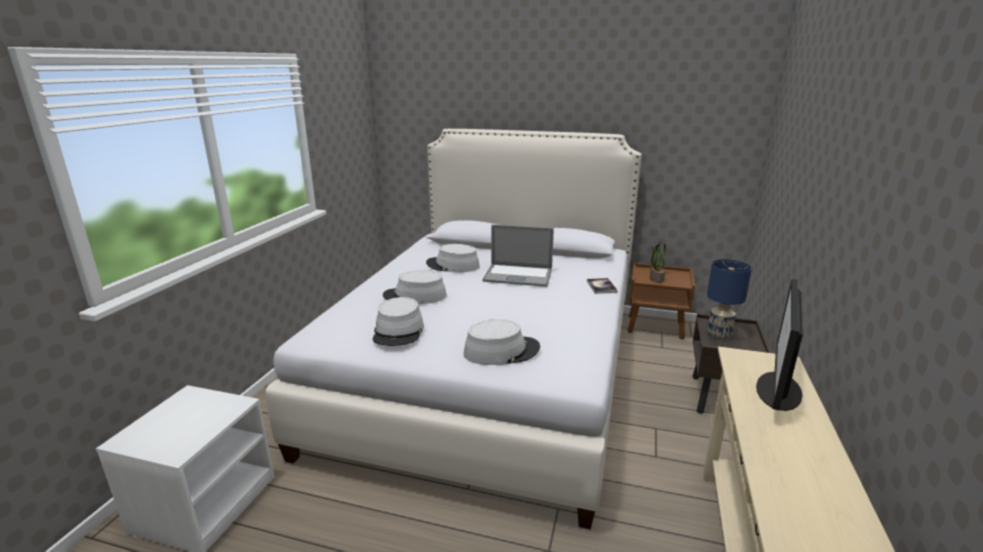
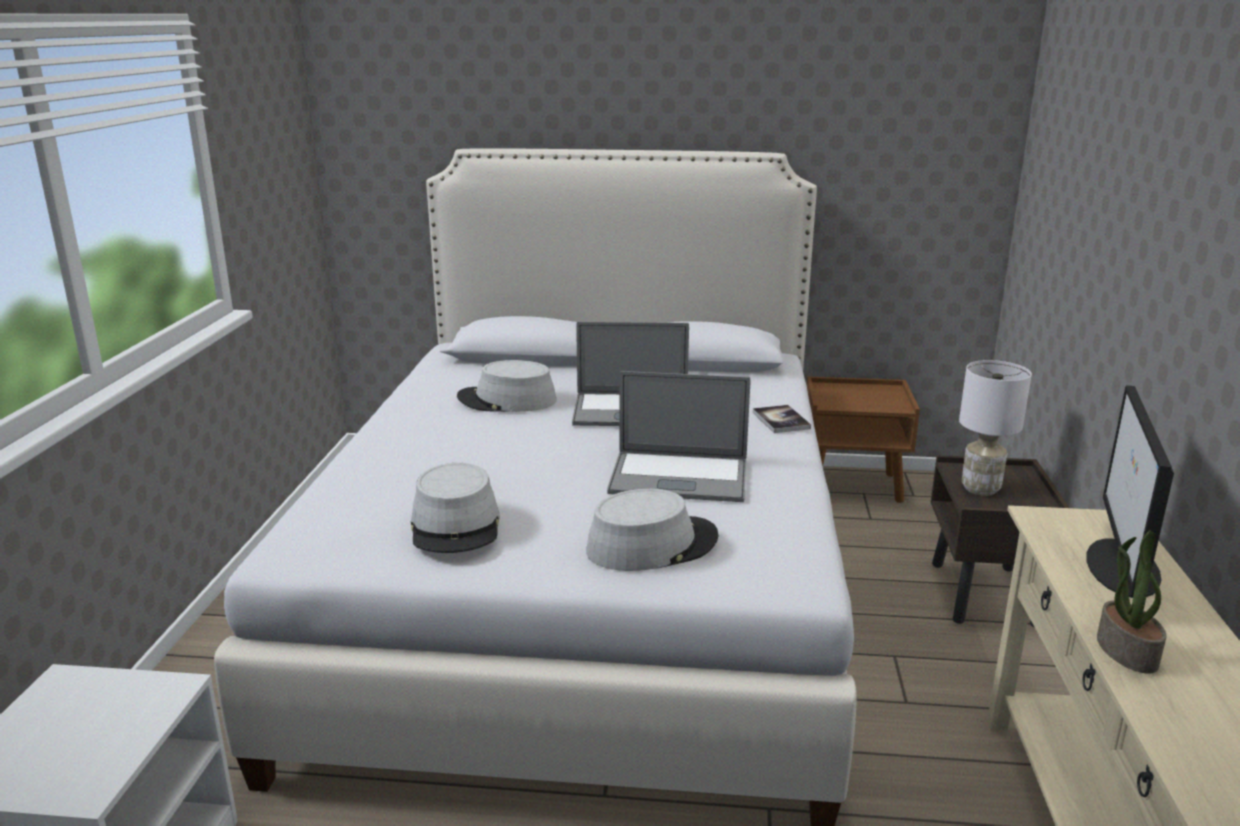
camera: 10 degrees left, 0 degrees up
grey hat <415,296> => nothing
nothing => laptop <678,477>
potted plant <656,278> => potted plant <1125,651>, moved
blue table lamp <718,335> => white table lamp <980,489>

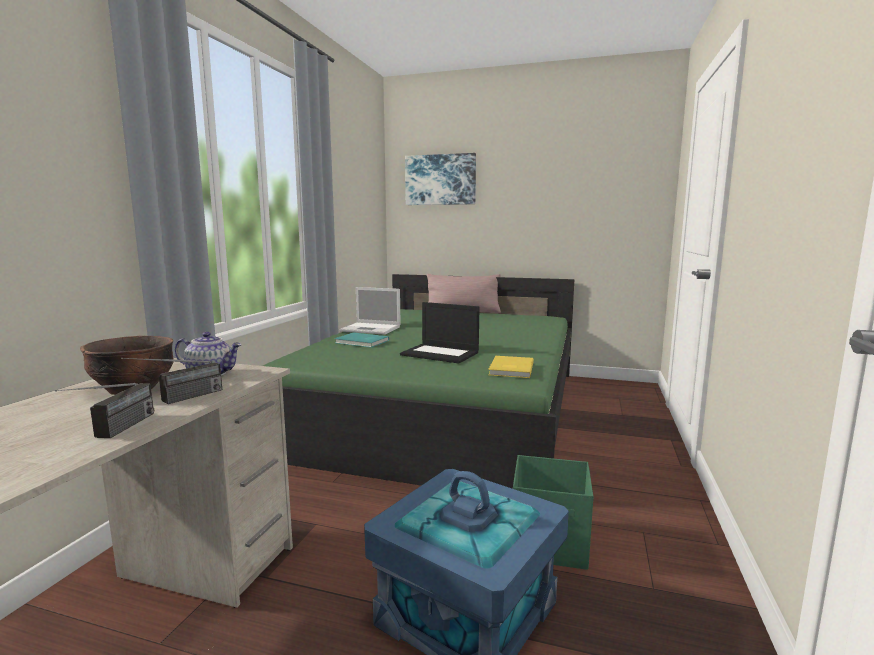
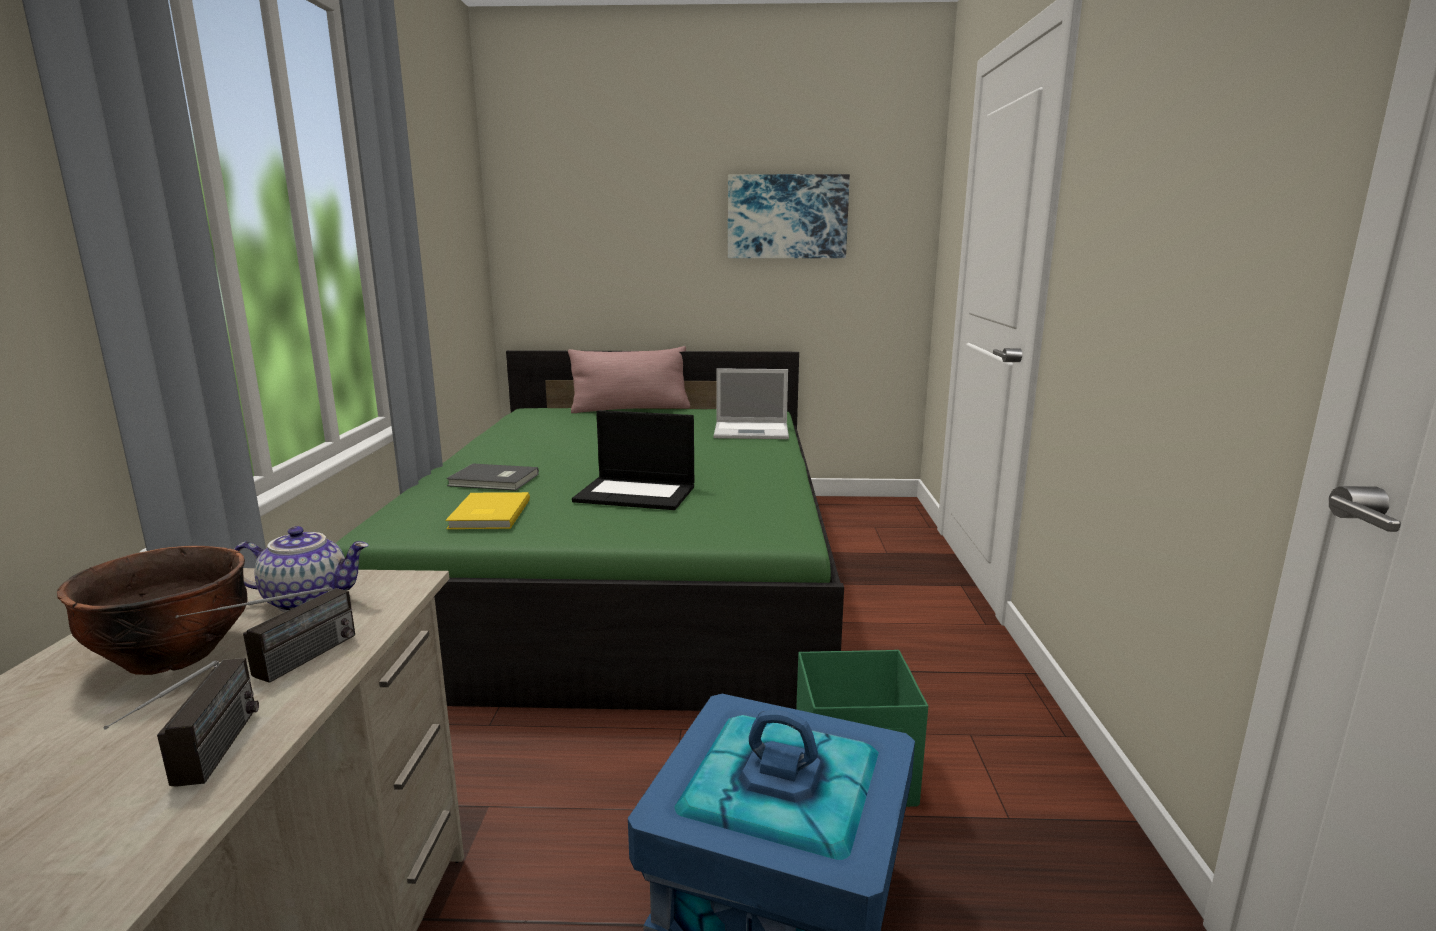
camera: 15 degrees left, 5 degrees up
laptop <371,329> => laptop <753,431>, moved
picture <440,180> => picture <787,217>, moved
yellow book <510,369> => yellow book <487,514>, moved
turquoise book <361,342> => grey book <494,480>

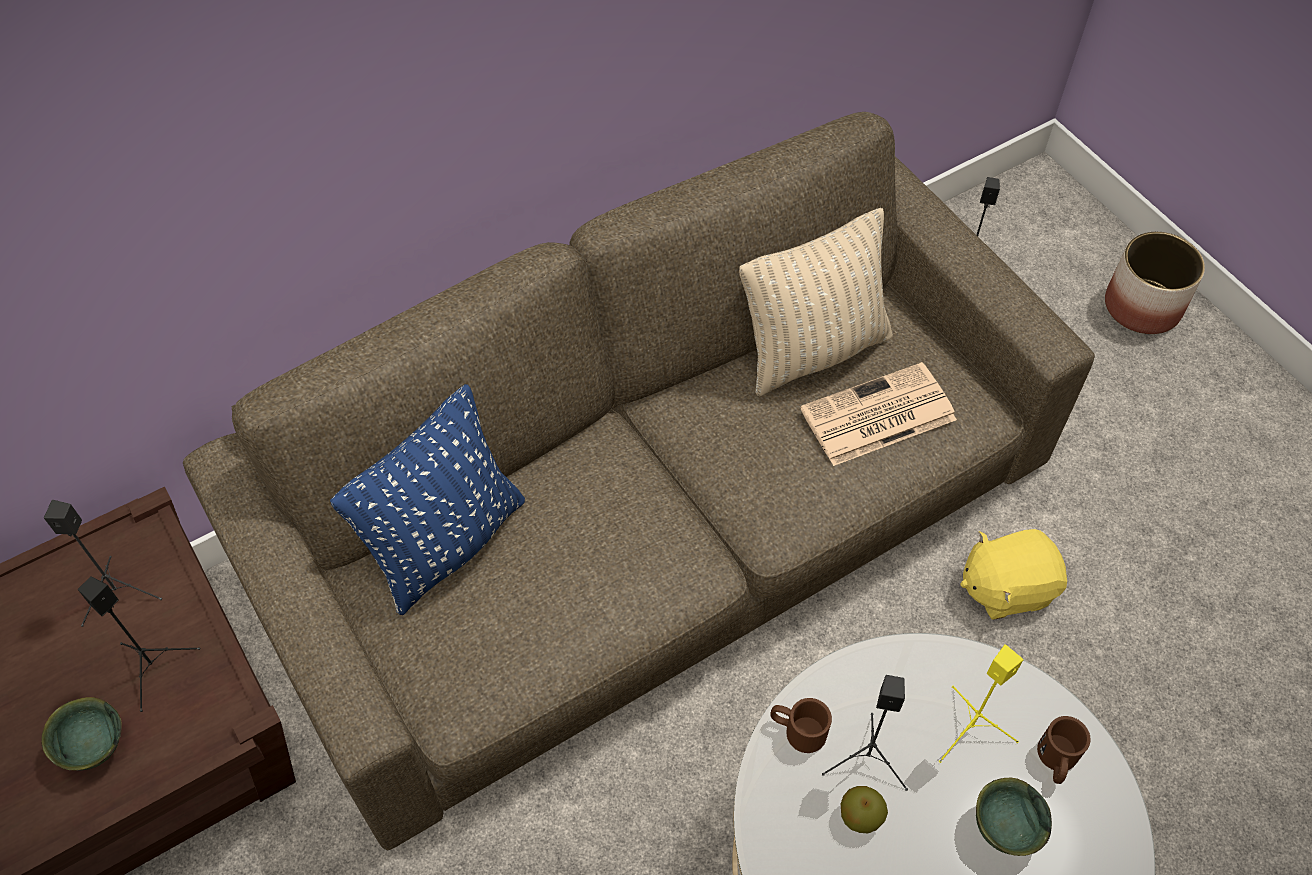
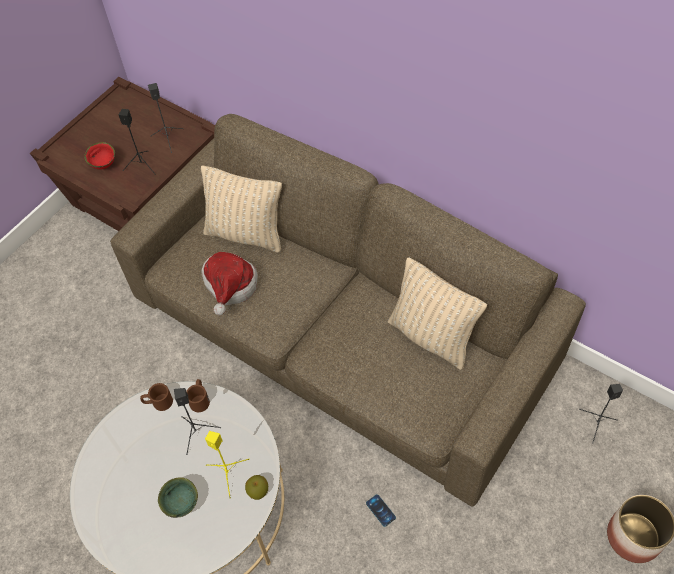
camera: 70 degrees right, 0 degrees up
newspaper <876,416> => nothing
nothing => hat <230,287>
apple <860,817> => apple <258,491>, moved
brown mug <1056,760> => brown mug <158,402>, moved
yellow plush toy <1006,587> => phone <380,510>
green bowl <94,746> => red bowl <104,164>
blue pillow <447,542> => beige pillow <246,234>

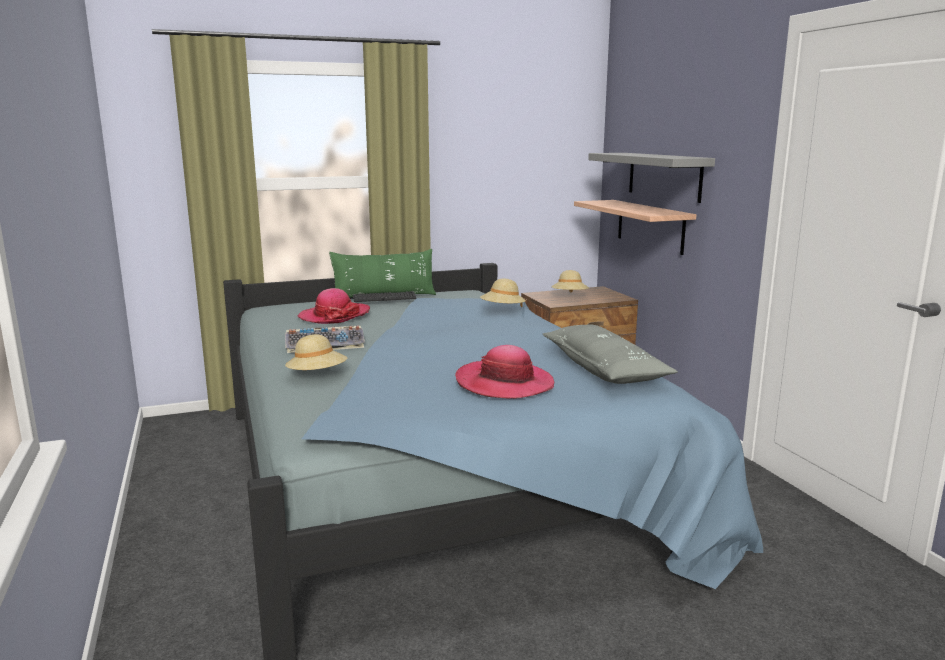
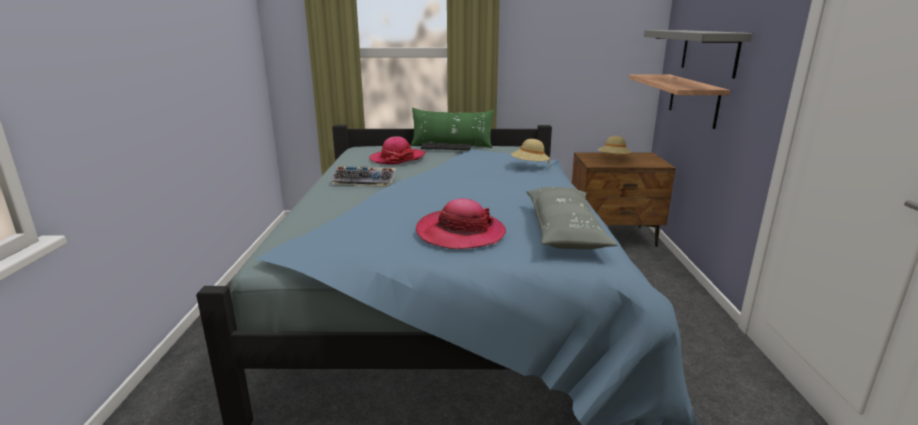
camera: 20 degrees right, 5 degrees up
beige hat <317,376> => nothing

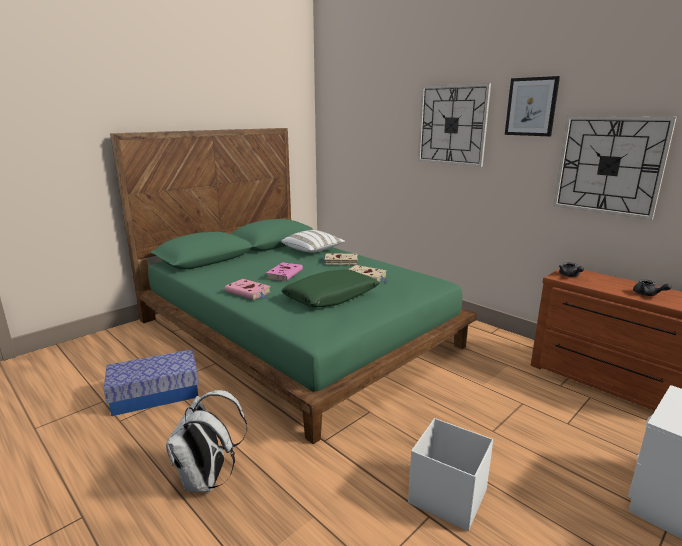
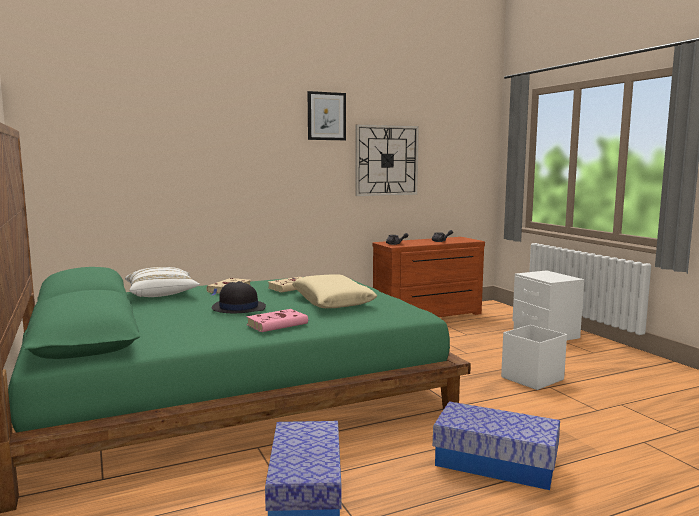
camera: 70 degrees left, 10 degrees down
wall clock <452,125> => nothing
white backpack <207,480> => storage box <495,463>
pink book <285,274> => black hat <238,308>
green pillow <331,297> => beige pillow <332,301>

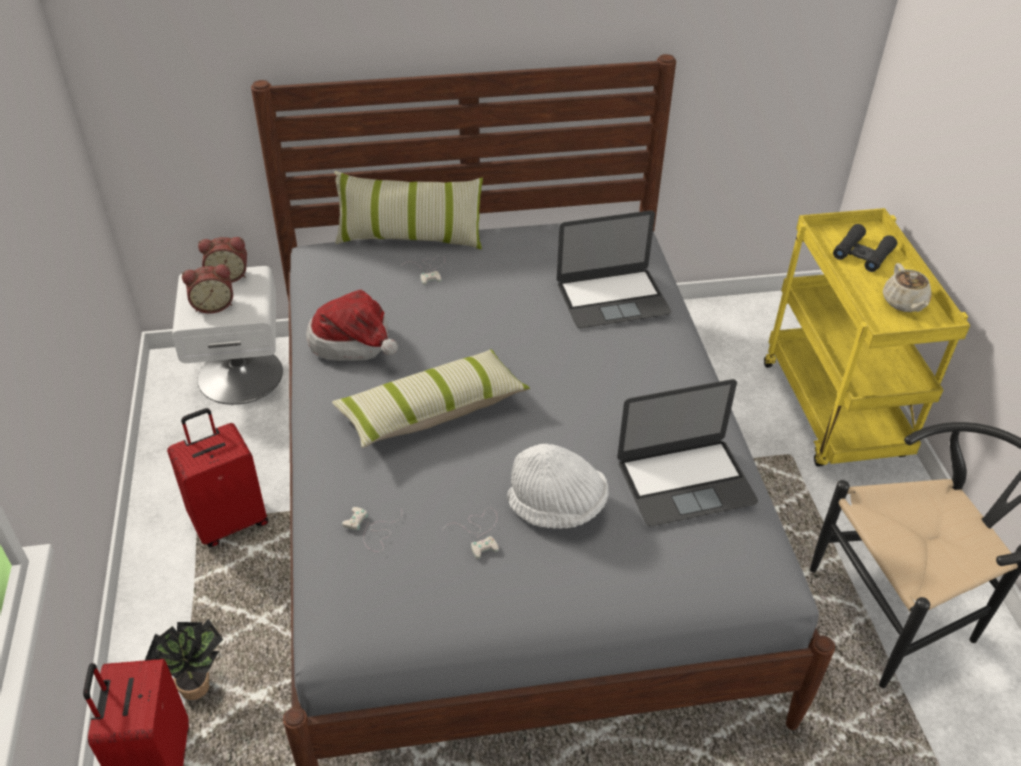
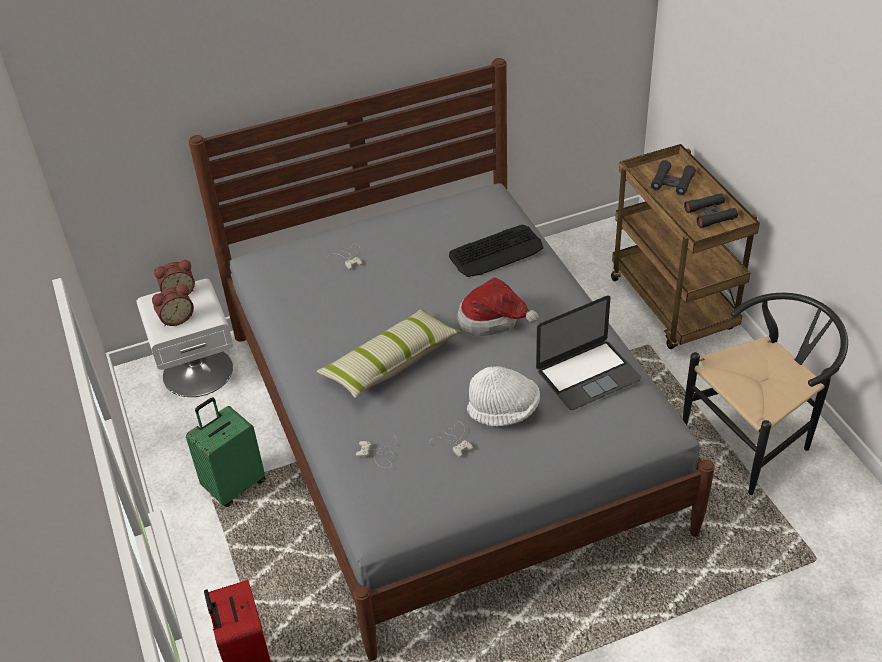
camera: 10 degrees left, 0 degrees up
potted plant <198,684> => nothing
pillow <410,237> => nothing
hat <355,344> => hat <493,320>, moved
laptop <612,298> => keyboard <496,252>
beige teapot <904,303> => black binoculars <710,214>
red suitcase <229,521> => green suitcase <234,485>
yellow cart <835,413> => brown cart <674,306>

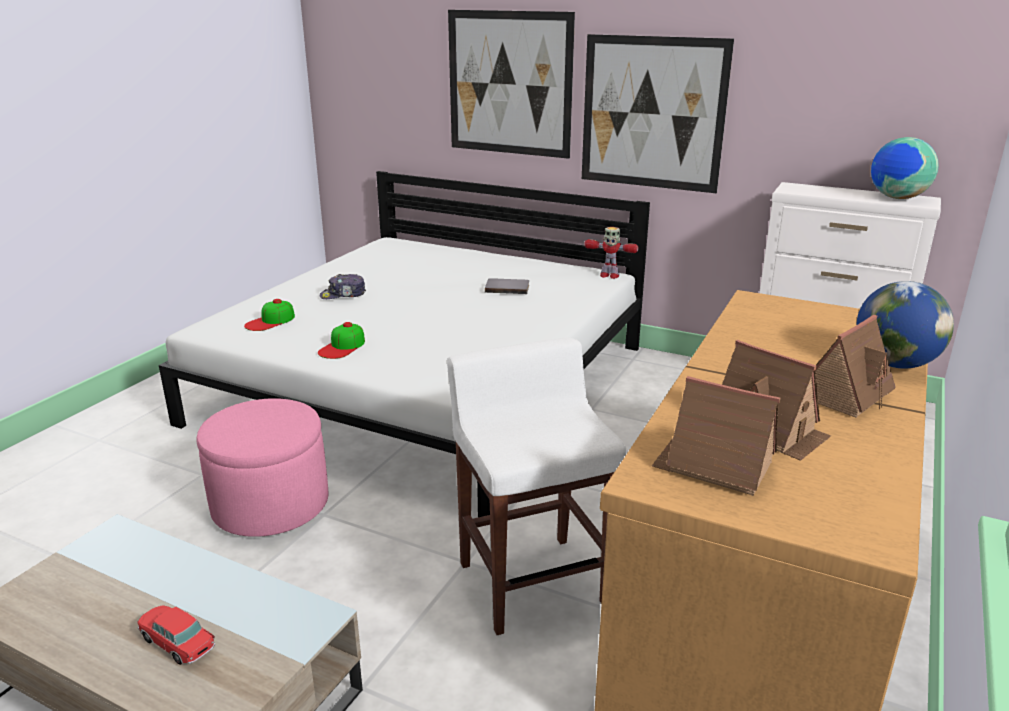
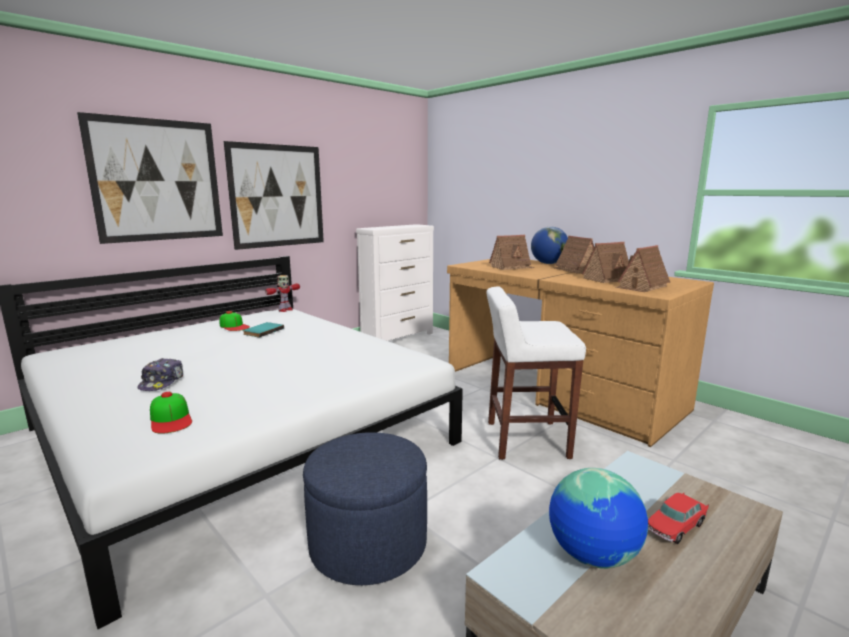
camera: 70 degrees left, 10 degrees down
nothing => toy house <511,267>
cap <342,347> => cap <234,326>, moved
globe <897,198> => globe <593,556>, moved
pink ottoman <270,504> => blue ottoman <368,543>
grey book <507,288> => turquoise book <262,331>

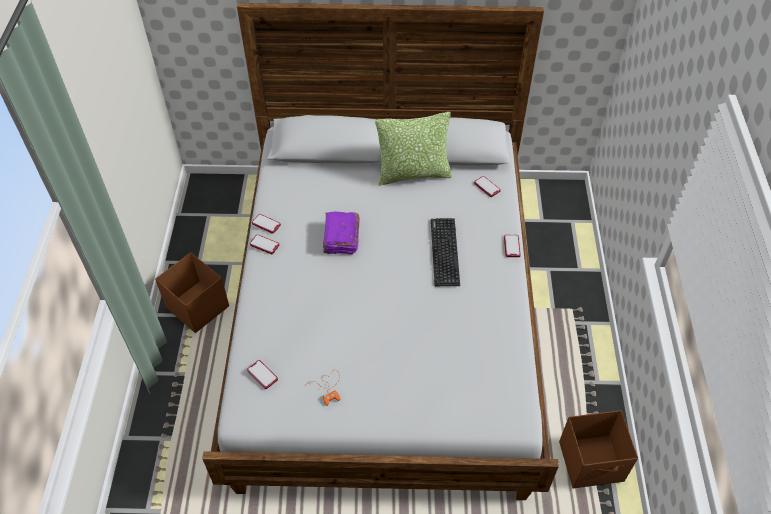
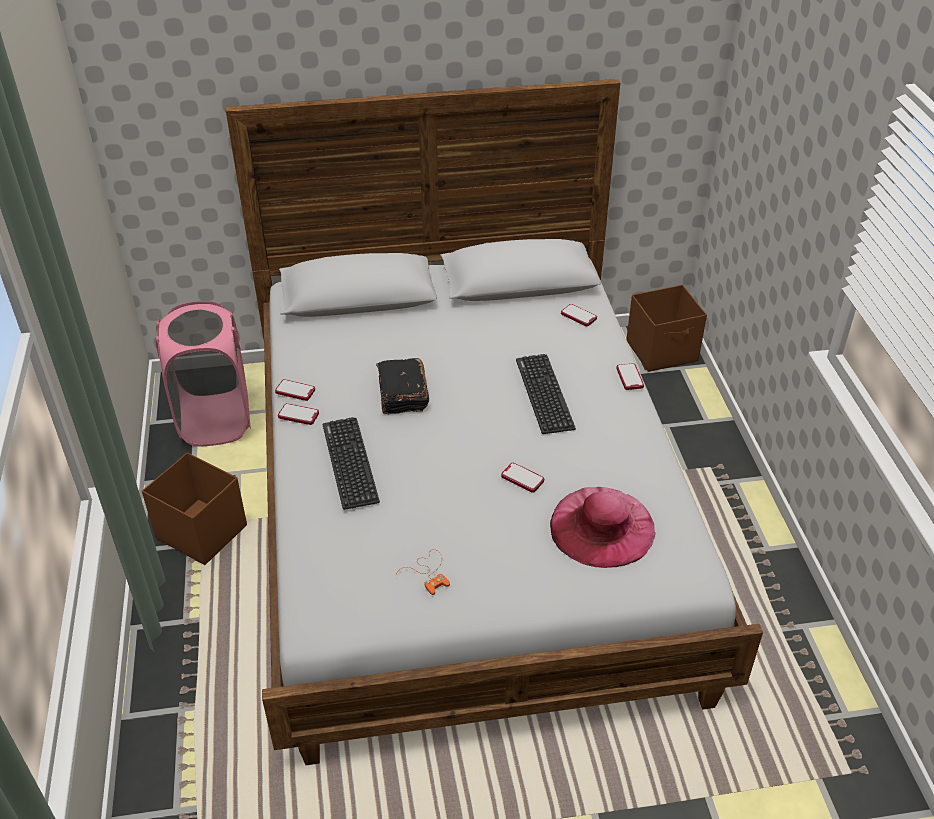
camera: 10 degrees left, 10 degrees down
pillow <413,174> => nothing
nothing => pink laundry basket <215,420>
nothing => keyboard <350,463>
nothing => pink hat <602,526>
phone <262,375> => phone <522,478>, moved
brown storage box <592,462> => brown storage box <663,351>, moved
purple book <341,239> => black book <402,395>

